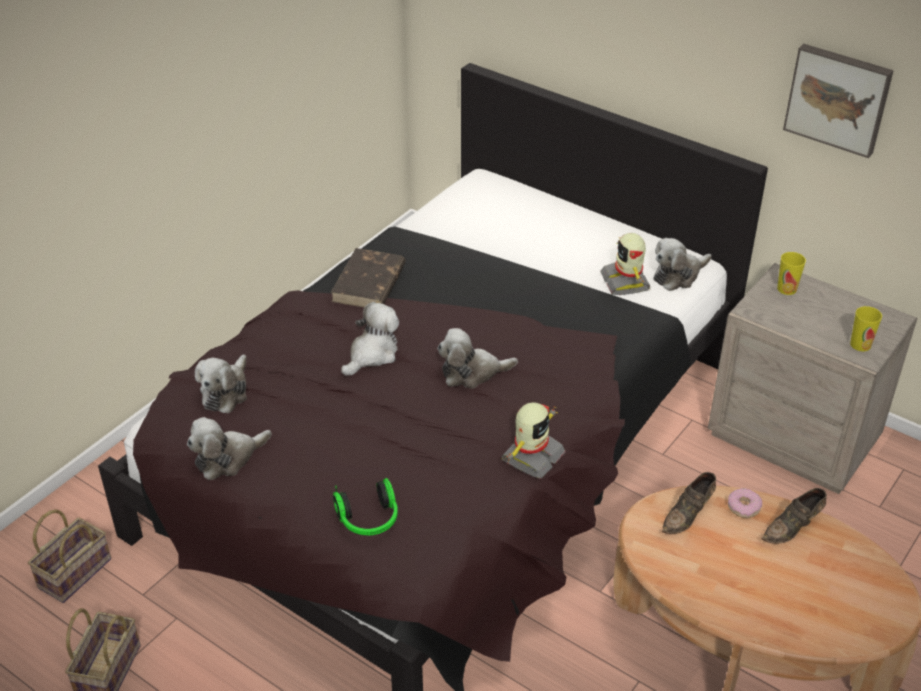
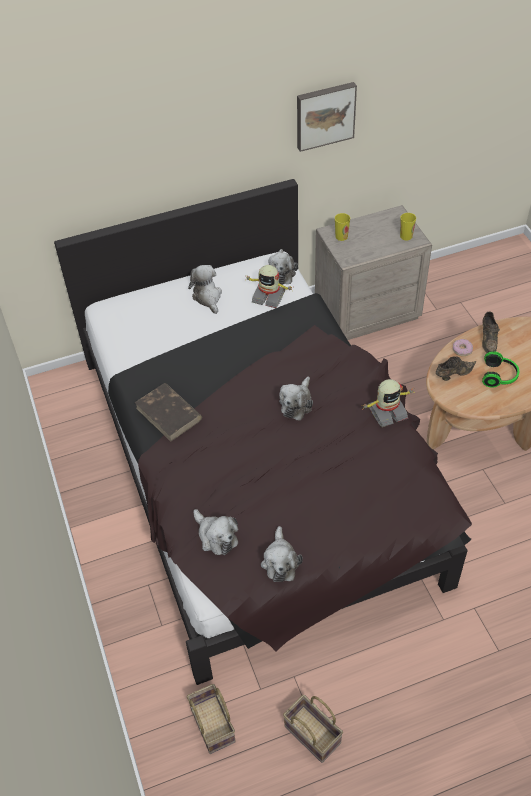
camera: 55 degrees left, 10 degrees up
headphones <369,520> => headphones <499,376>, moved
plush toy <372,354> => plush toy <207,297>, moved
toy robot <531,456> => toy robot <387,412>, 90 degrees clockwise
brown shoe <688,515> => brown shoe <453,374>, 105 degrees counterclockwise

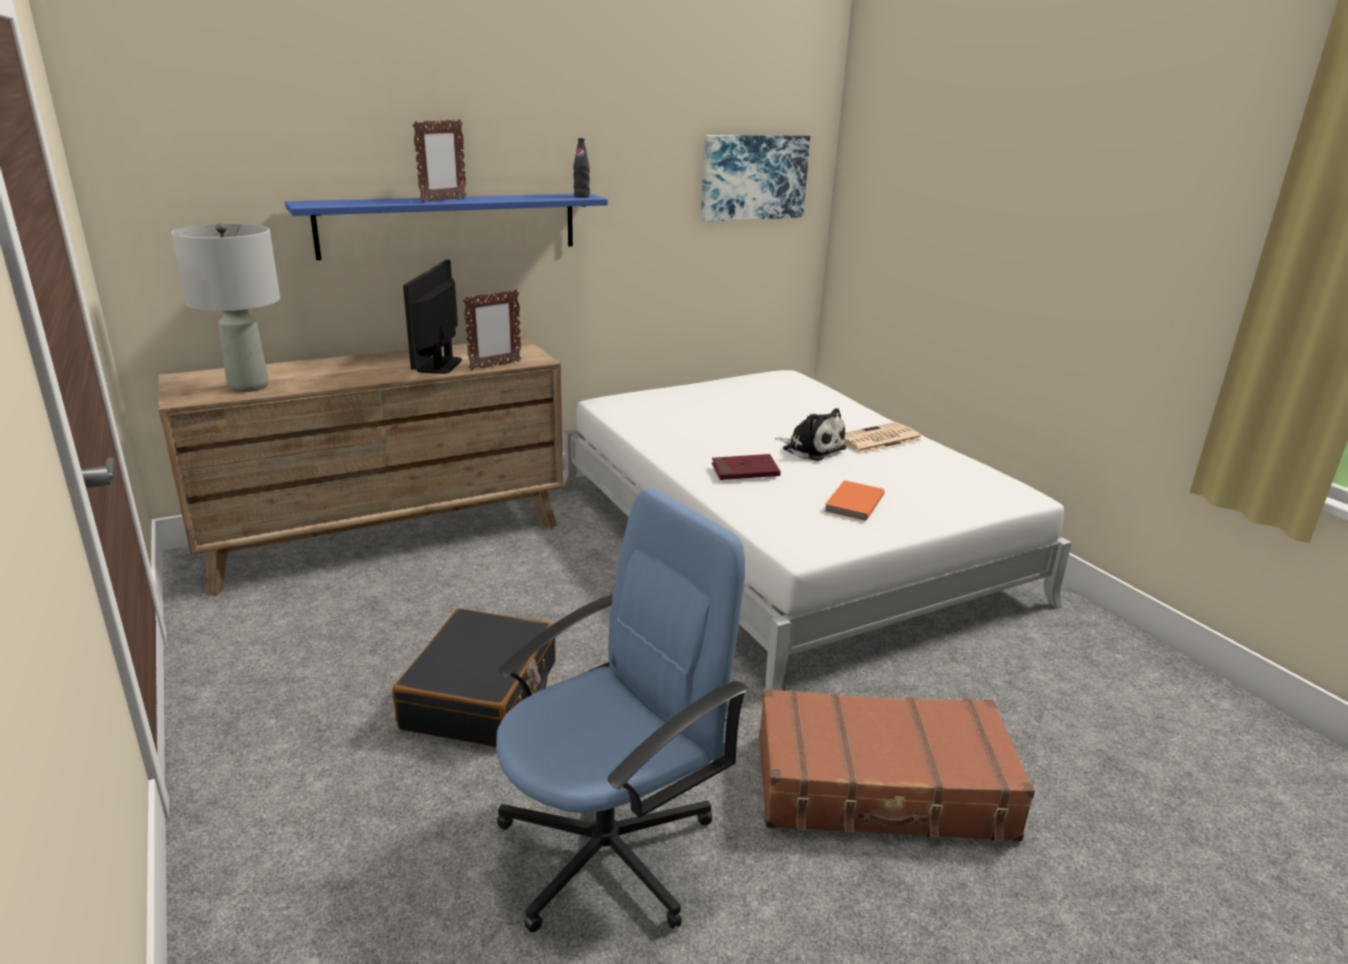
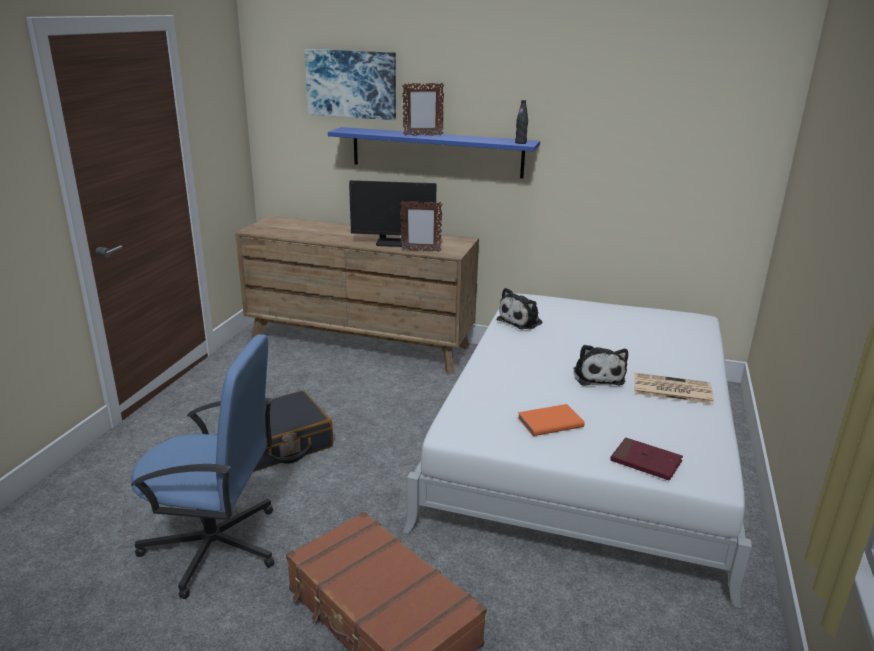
camera: 45 degrees right, 0 degrees up
grey table lamp <248,386> => nothing
nothing => plush toy <521,321>
picture <753,177> => picture <351,84>, moved
red book <745,471> => red book <645,462>, moved
monitor <440,365> => monitor <393,243>, 135 degrees counterclockwise

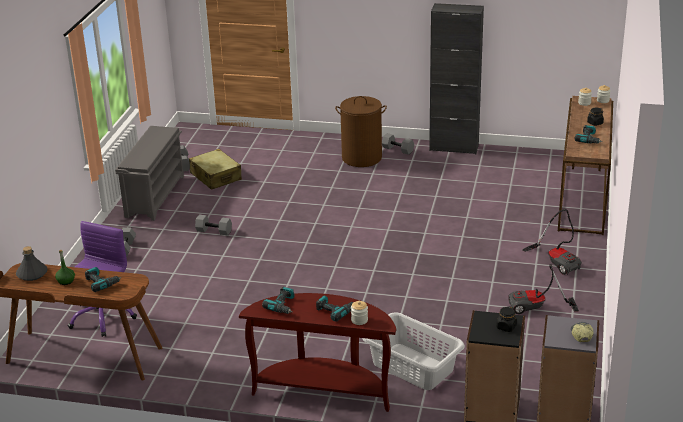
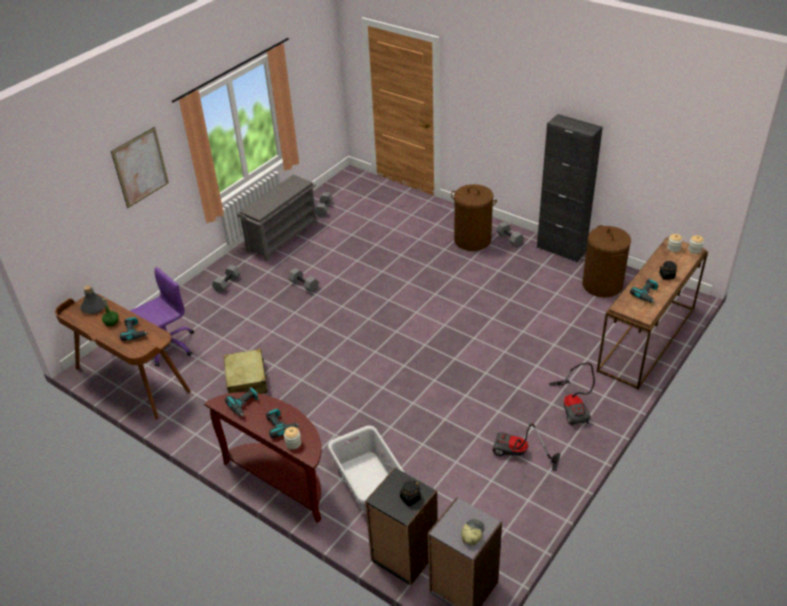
camera: 25 degrees right, 10 degrees up
nothing => picture <140,167>
nothing => brown laundry basket <602,285>
beige suitcase <215,176> => beige suitcase <247,380>, moved

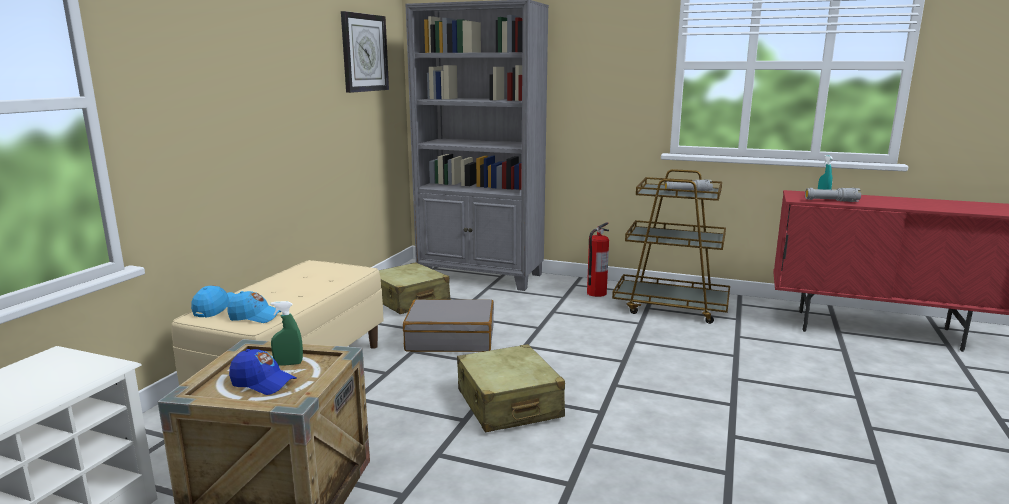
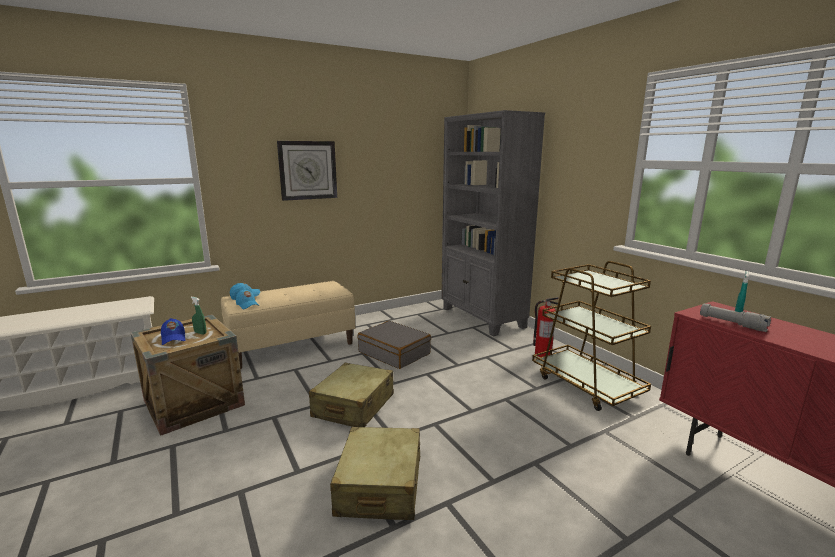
camera: 40 degrees right, 0 degrees up
grey flashlight <687,192> => nothing
wall clock <364,53> => wall clock <308,170>, moved
beige suitcase <409,300> => beige suitcase <380,486>, moved

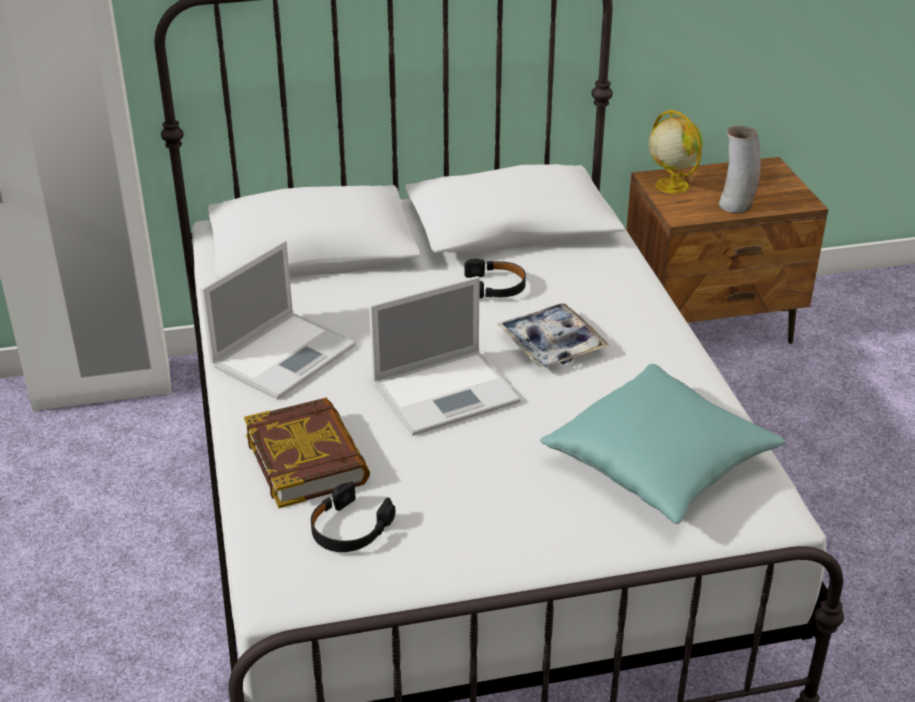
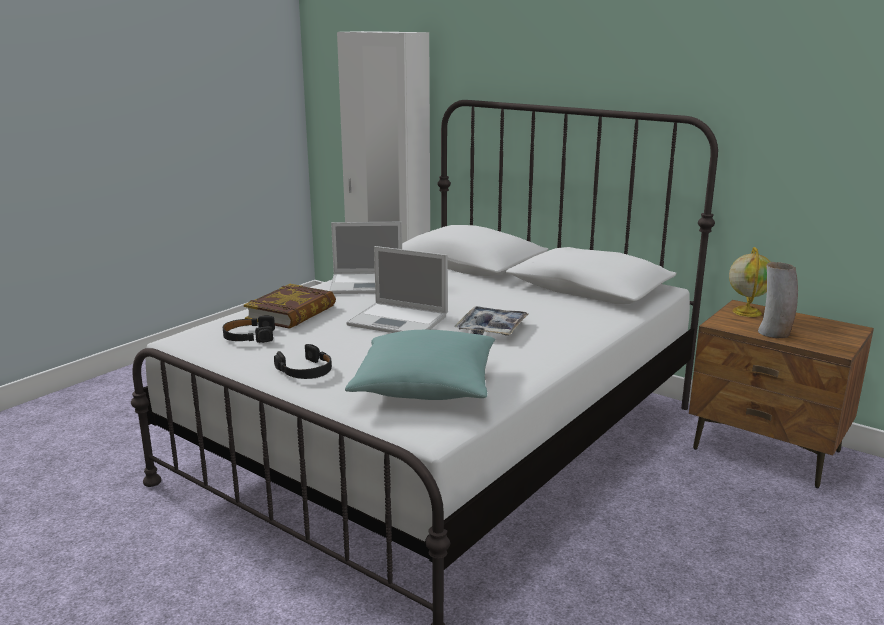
camera: 50 degrees right, 15 degrees down
black headphones <494,287> => black headphones <305,371>, moved

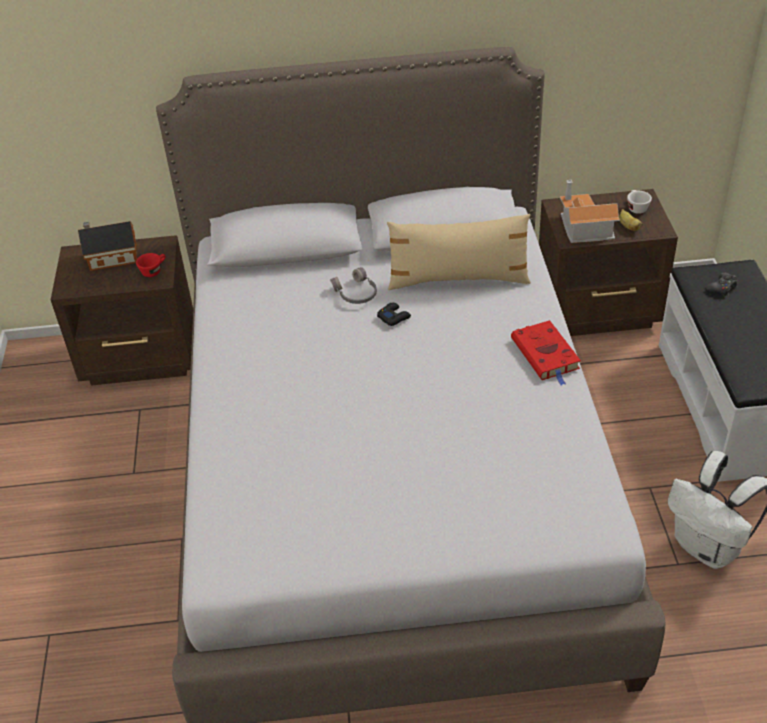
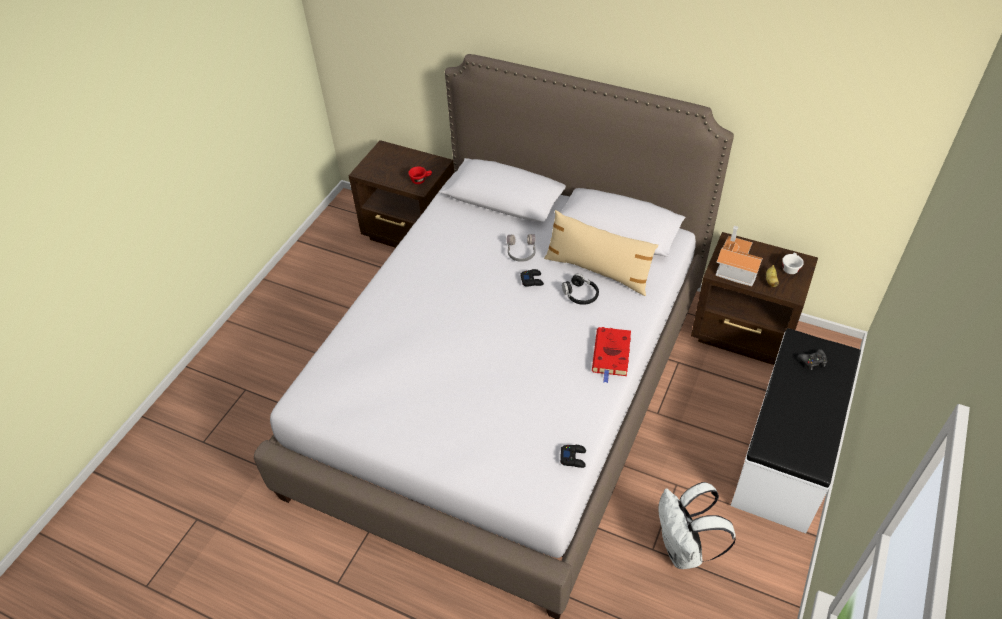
camera: 30 degrees right, 5 degrees up
toy house <111,257> => nothing
nothing => black game controller <573,458>
nothing => black headphones <580,294>

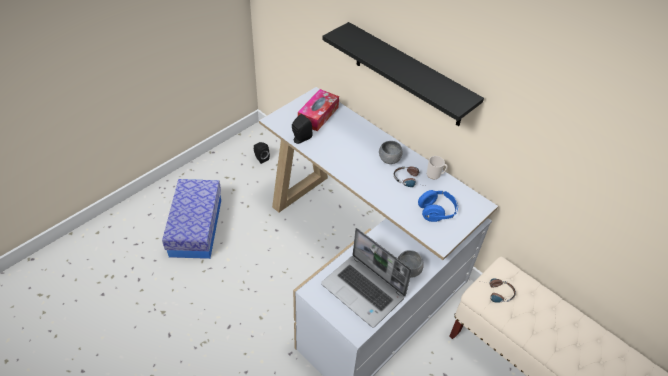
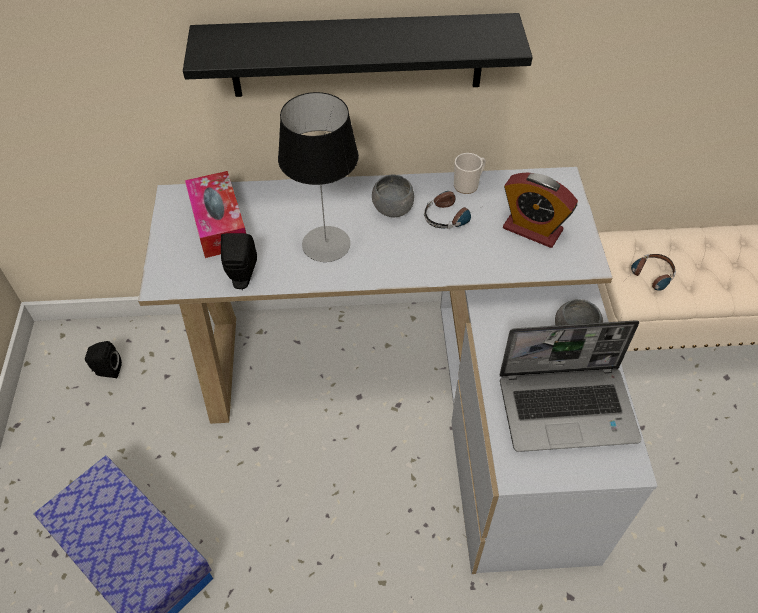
camera: 45 degrees left, 5 degrees up
nothing => table lamp <326,244>
blue headphones <436,212> => alarm clock <532,229>

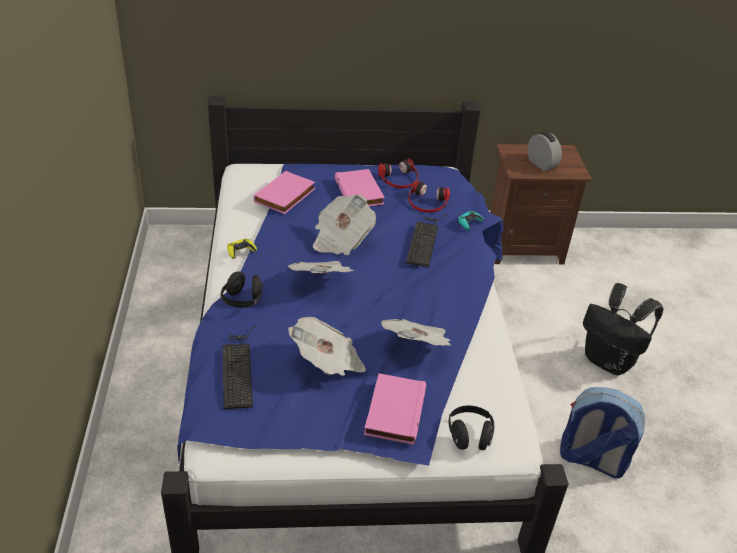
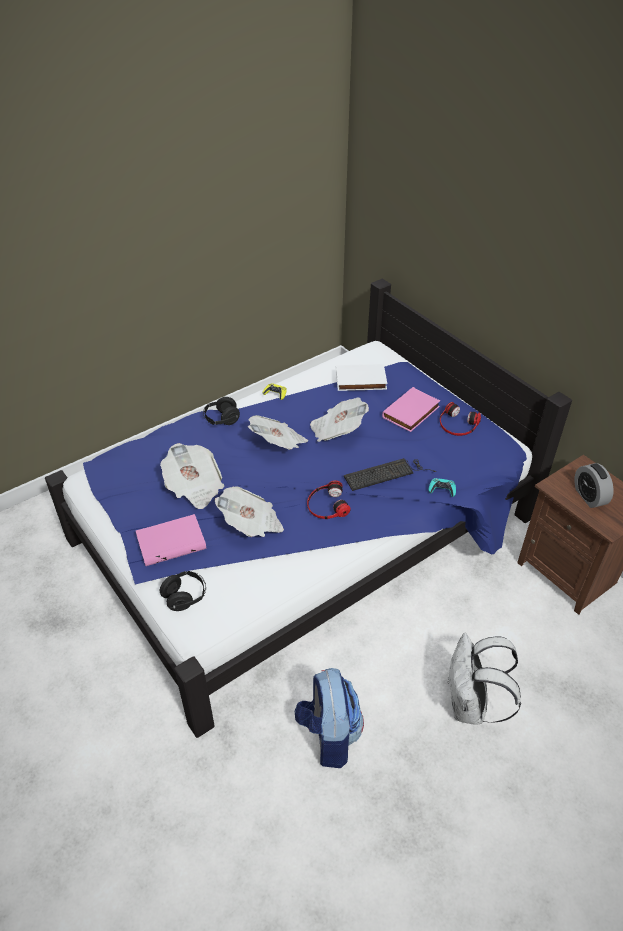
camera: 60 degrees right, 5 degrees up
keyboard <238,368> => nothing
headphones <427,202> => headphones <327,505>, moved
pink book <286,196> => white book <360,381>
black backpack <609,361> => white backpack <470,705>
alarm clock <541,164> => alarm clock <589,496>, 135 degrees clockwise

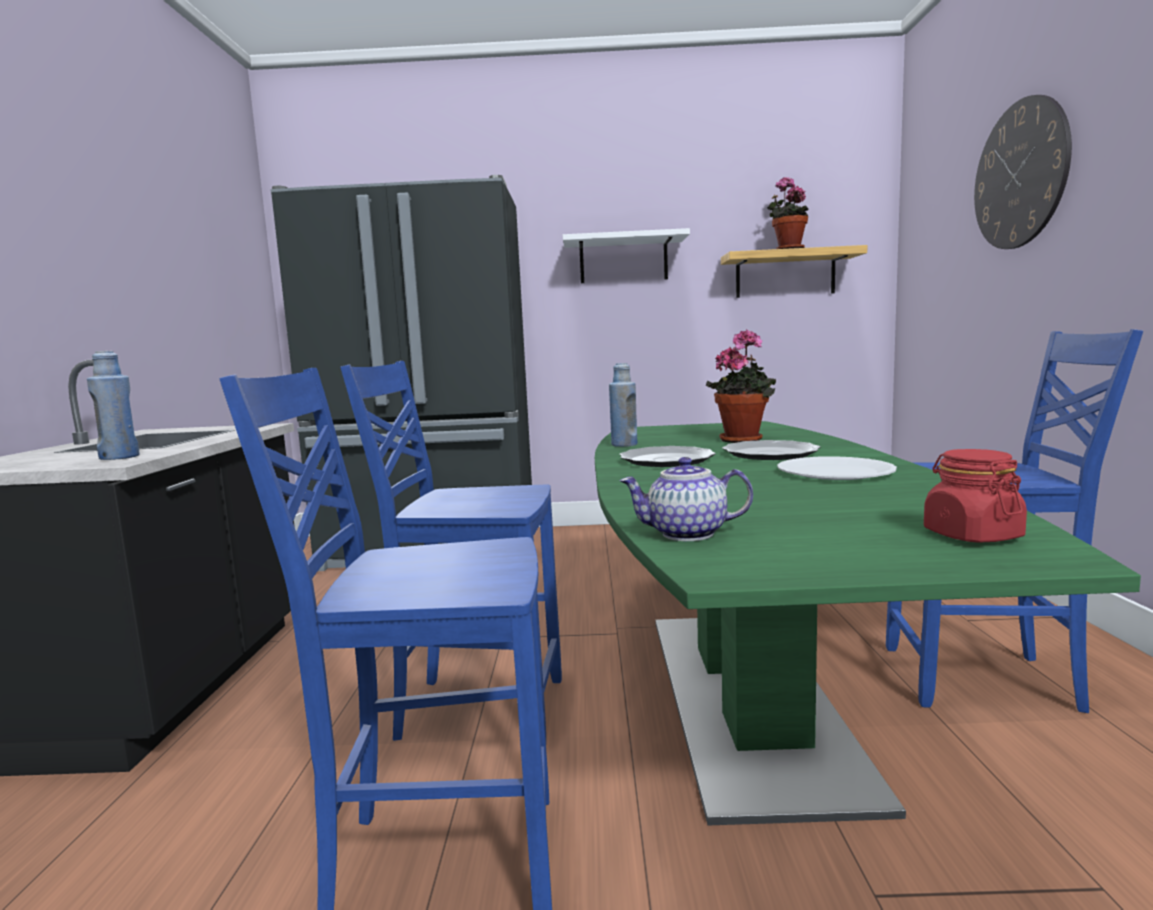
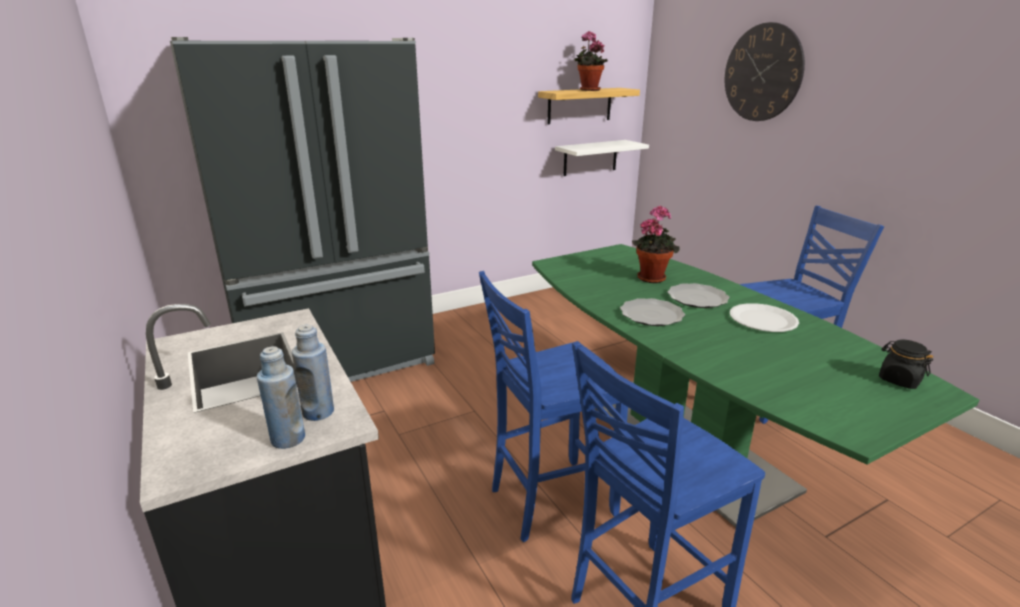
camera: 30 degrees left, 15 degrees up
teapot <686,534> => nothing
white shelf <623,260> => white shelf <590,158>, moved
blue bottle <624,445> => blue bottle <288,439>, moved
red jar <971,535> => black jar <899,380>

